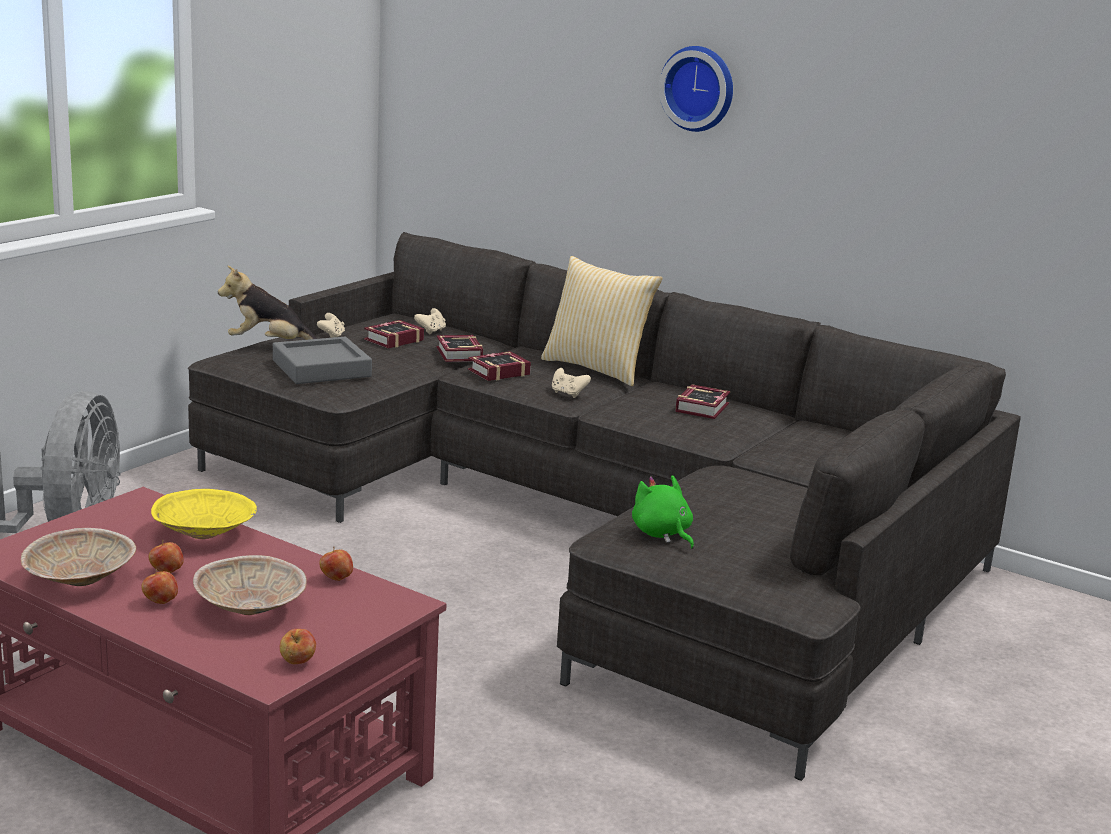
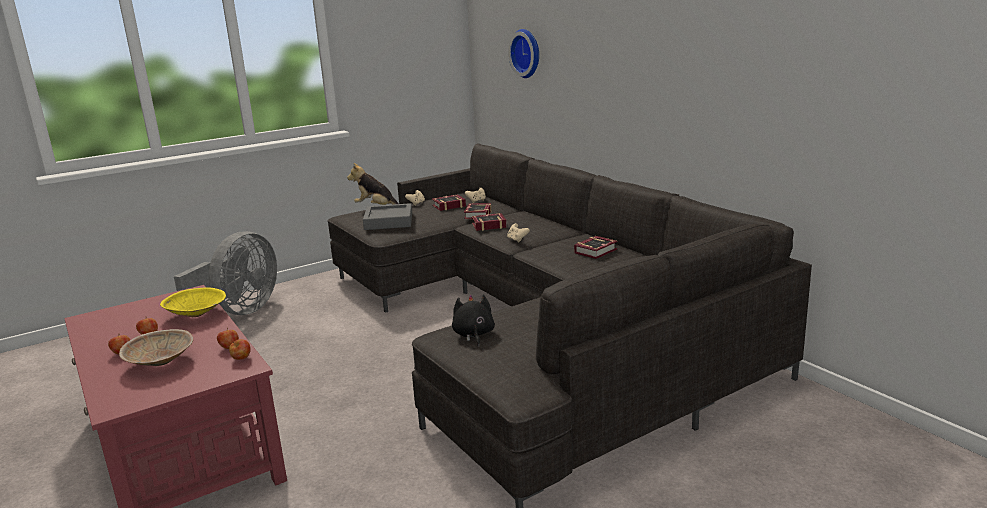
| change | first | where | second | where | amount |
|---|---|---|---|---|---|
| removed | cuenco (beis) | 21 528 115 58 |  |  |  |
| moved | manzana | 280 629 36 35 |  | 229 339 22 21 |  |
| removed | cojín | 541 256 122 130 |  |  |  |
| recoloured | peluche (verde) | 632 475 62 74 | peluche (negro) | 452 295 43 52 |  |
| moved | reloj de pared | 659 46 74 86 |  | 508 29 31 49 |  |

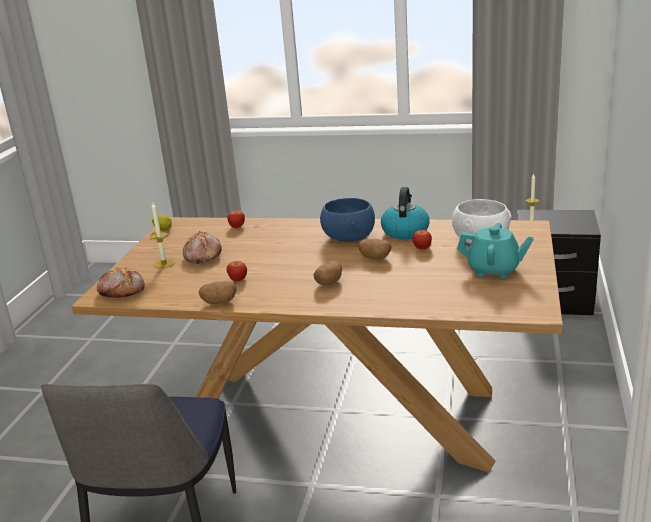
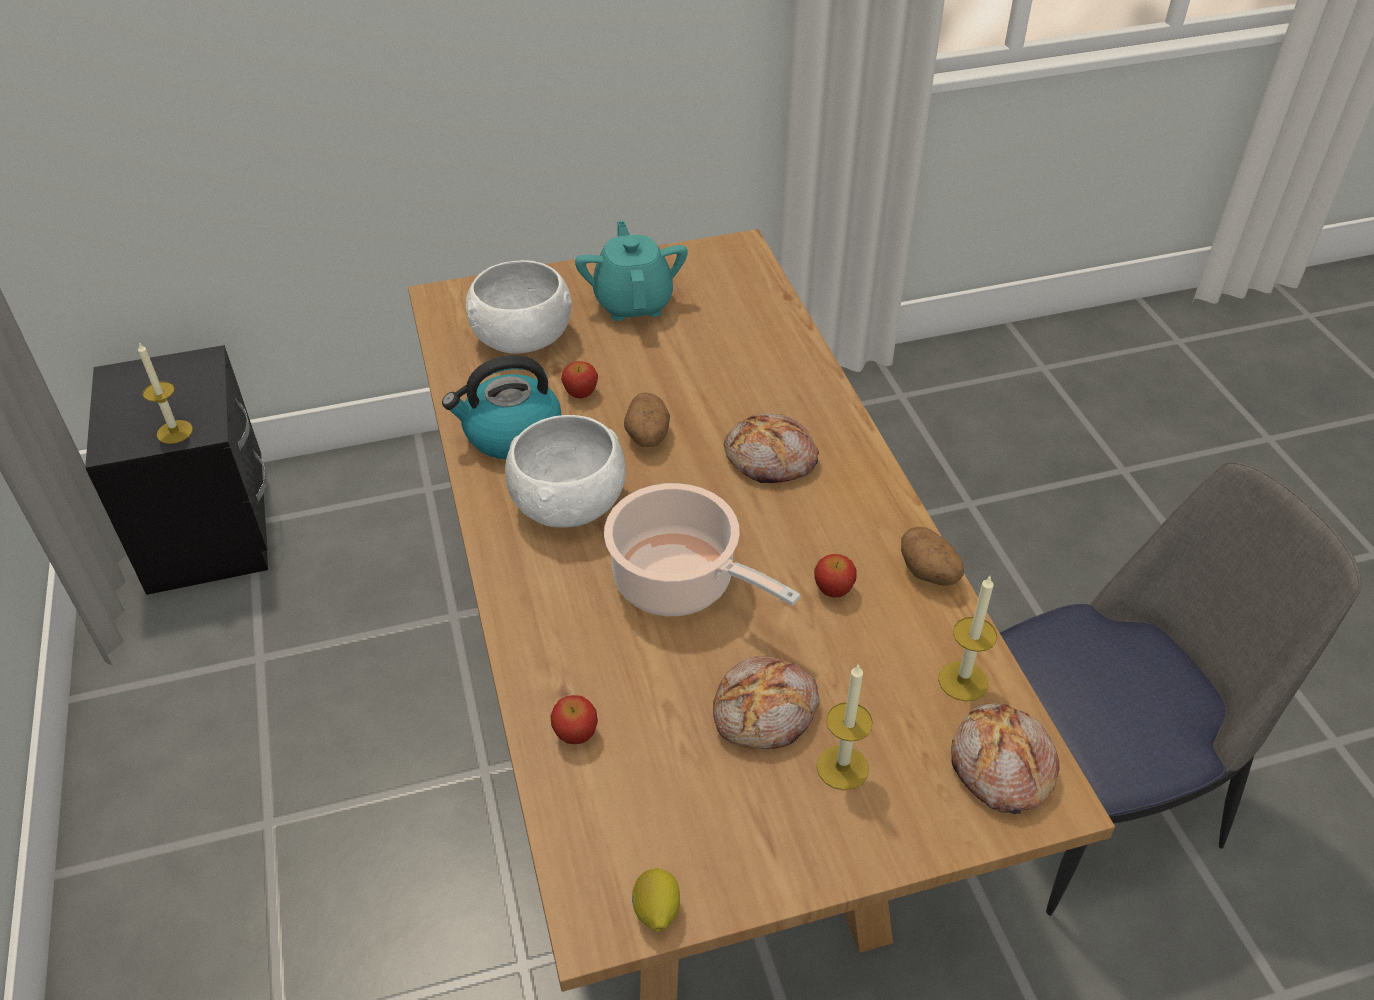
| change | first | where | second | where | amount |
|---|---|---|---|---|---|
| replaced | patata | 313 260 29 26 | pan | 724 413 95 70 |  |
| recoloured | cuenco (azul) | 320 198 55 44 | cuenco (blanco) | 505 415 121 113 |  |
| added |  |  | olla | 604 483 197 133 |  |
| added |  |  | vela | 938 576 59 126 |  |

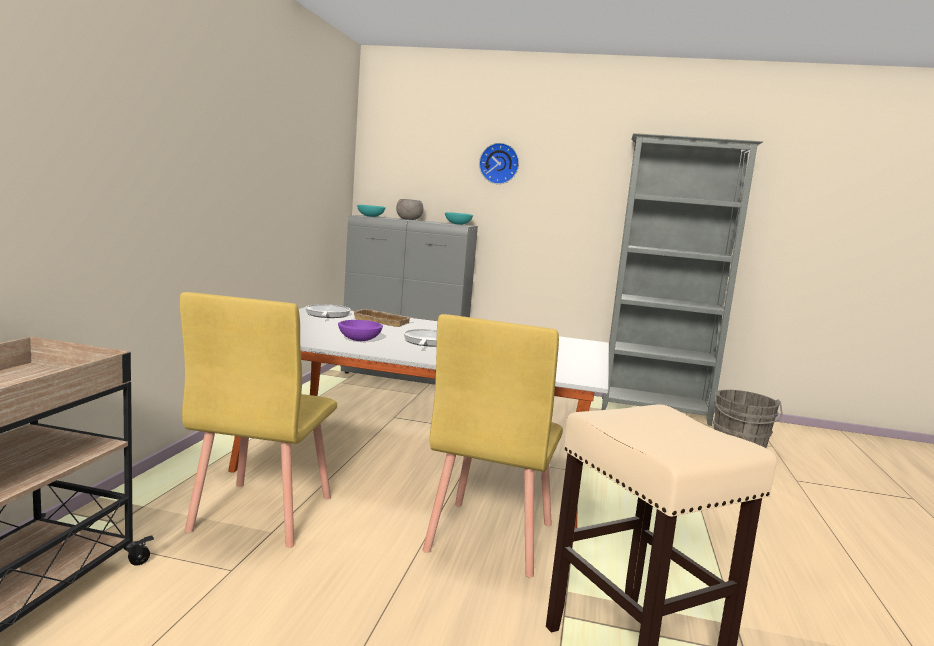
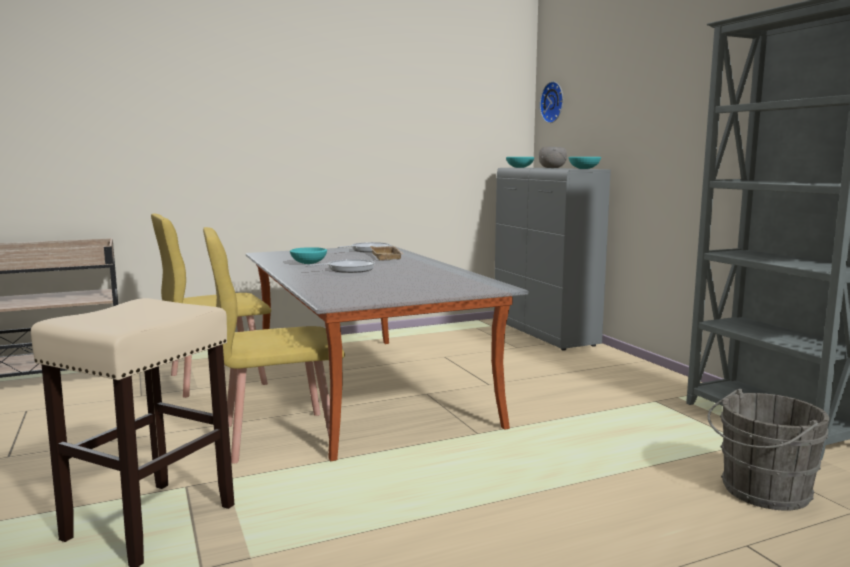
| change | first | where | second | where | amount |
|---|---|---|---|---|---|
| recoloured | cuenco (morado) | 338 320 45 21 | cuenco (turquesa) | 290 247 37 17 |  |
| moved | reloj de pared | 479 143 40 41 |  | 540 81 23 42 |  |

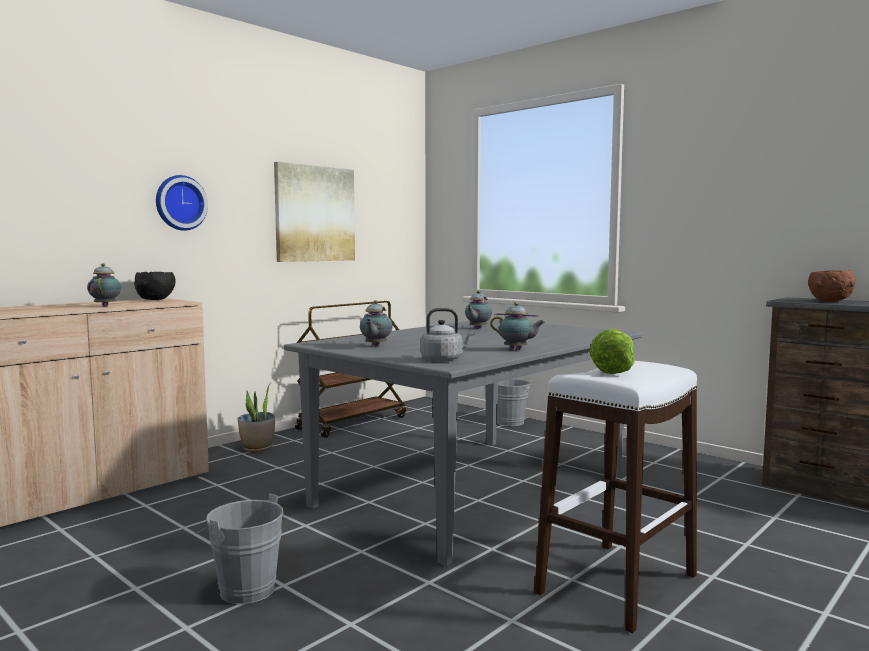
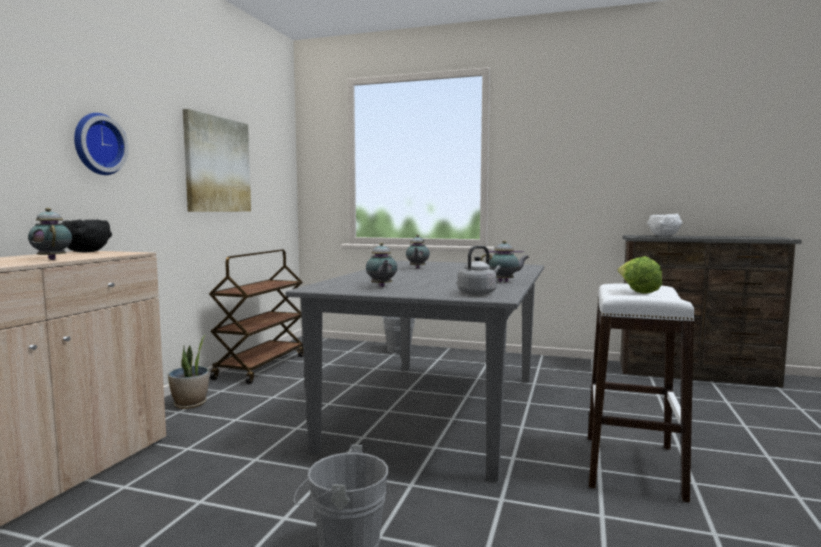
| change | first | where | second | where | amount |
|---|---|---|---|---|---|
| recoloured | cuenco (marrón) | 808 270 48 32 | cuenco (blanco) | 647 214 35 22 |  |

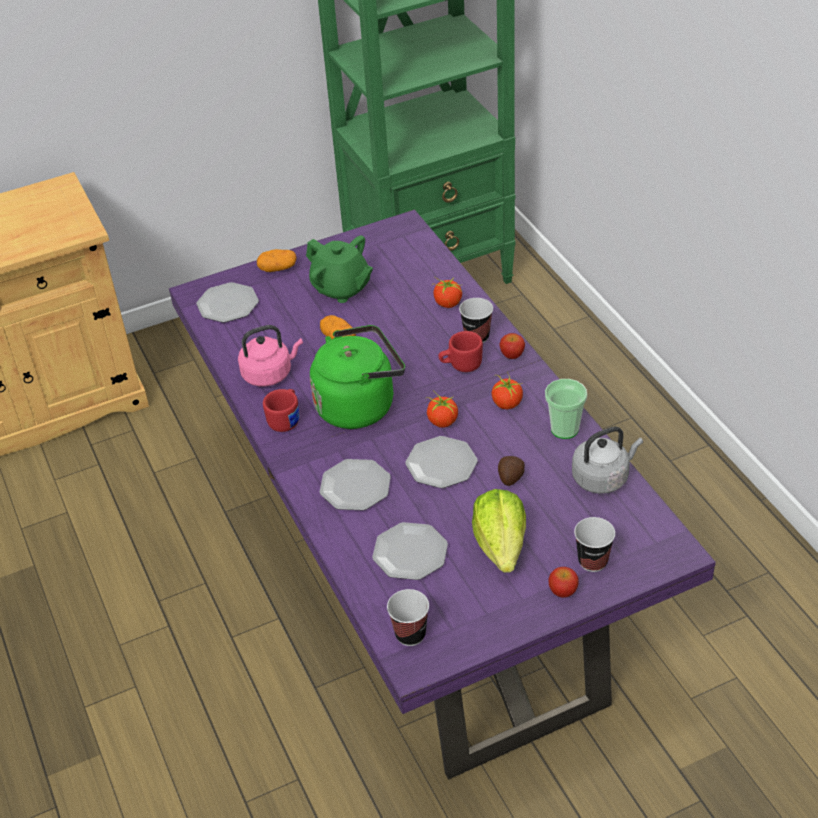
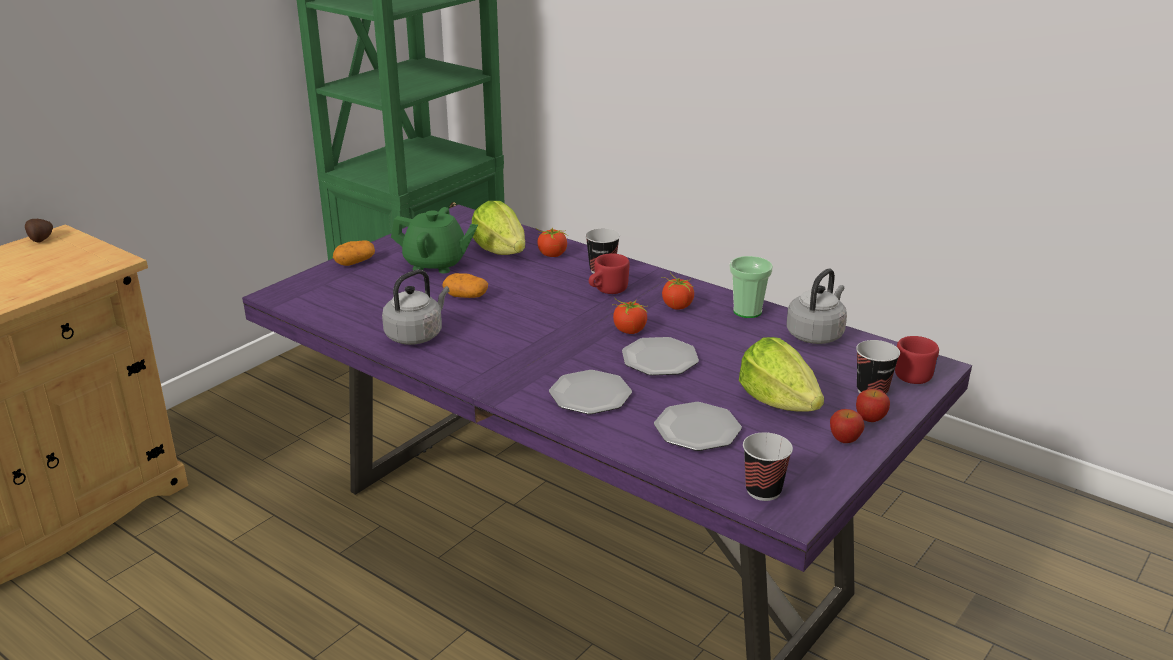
| change | first | where | second | where | amount |
|---|---|---|---|---|---|
| removed | plato | 196 282 63 41 |  |  |  |
| recoloured | hervidor (rosa) | 238 325 65 61 | hervidor (gris) | 382 269 67 76 |  |
| moved | taza grande (rojo) | 263 389 36 43 |  | 895 336 44 48 |  |
| removed | hervidor (verde) | 310 325 95 104 |  |  |  |
| moved | patata | 498 456 27 30 |  | 25 219 28 24 |  |
| moved | manzana | 500 333 25 26 |  | 830 409 35 34 |  |
| added |  |  | lechuga | 472 201 53 54 |  |

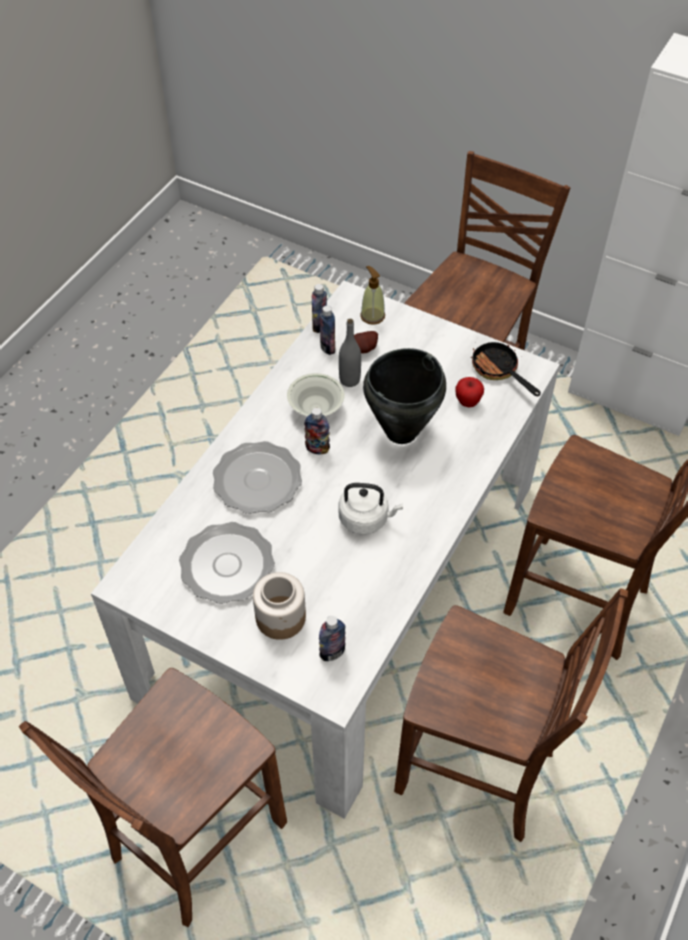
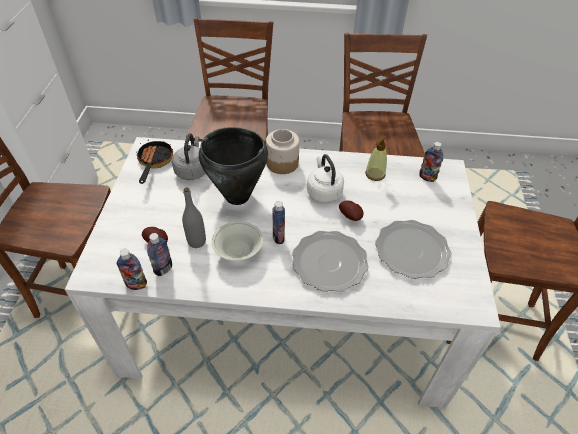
| change | first | where | second | where | amount |
|---|---|---|---|---|---|
| moved | tarro | 253 572 53 68 |  | 266 129 34 45 |  |
| moved | dispensador de jabón | 360 266 25 59 |  | 365 135 22 46 |  |
| replaced | manzana | 455 377 29 30 | hervidor (gris) | 172 133 34 47 |  |
| turned | sartén | 471 341 70 55 |  | 137 139 36 45 | 150 degrees clockwise |
| added |  |  | patata | 339 200 25 21 |  |

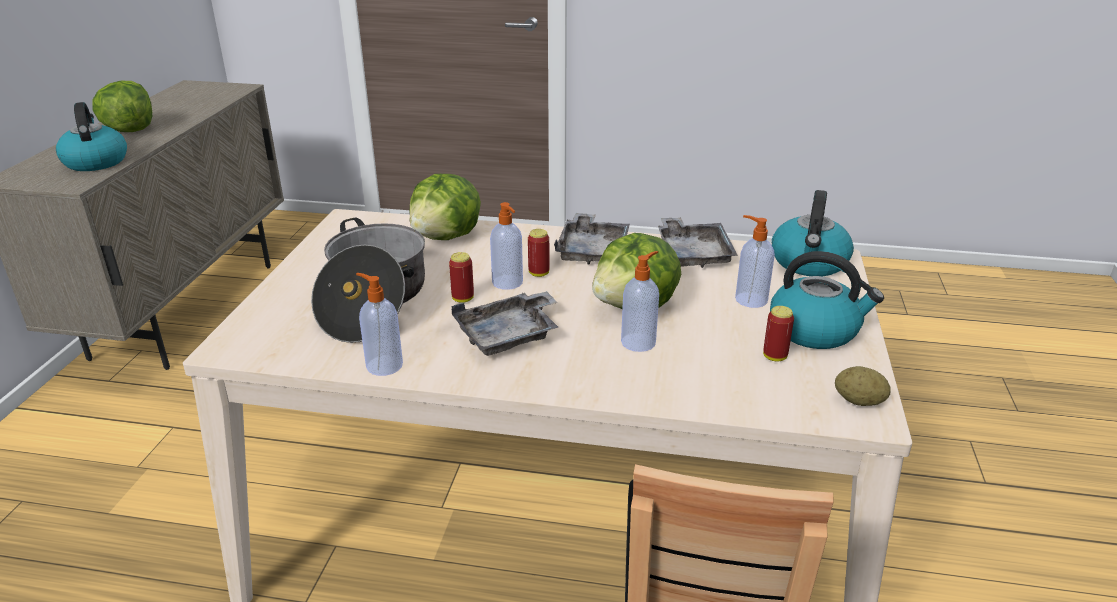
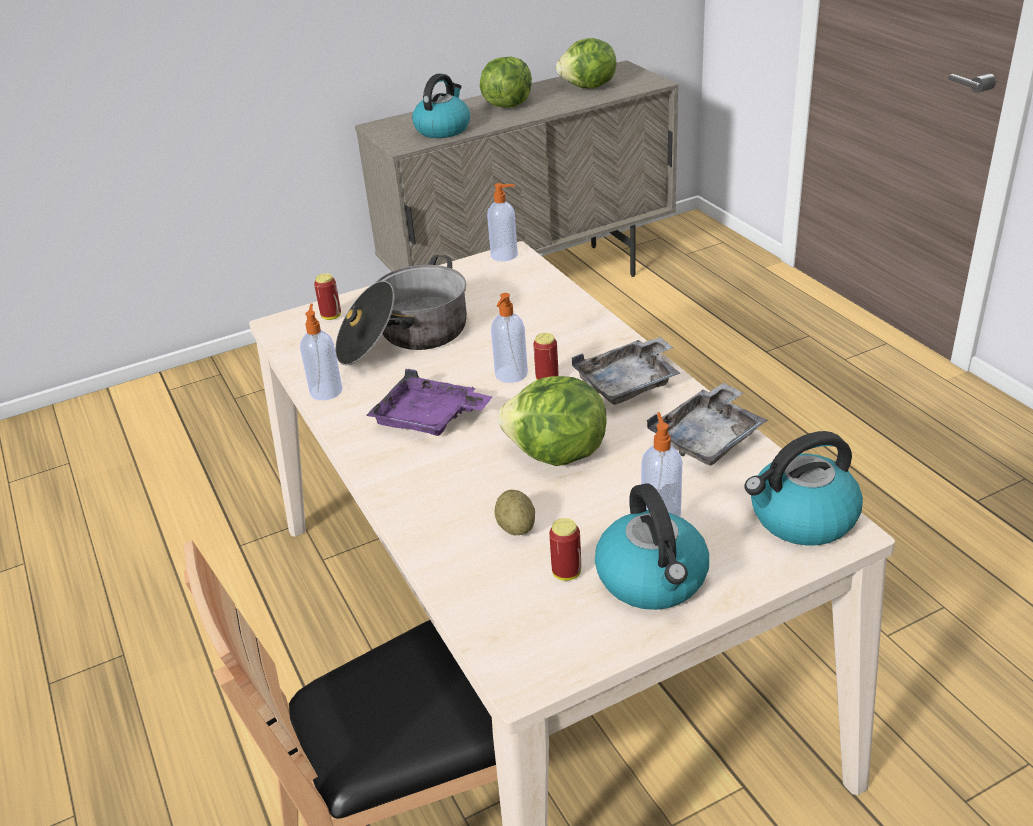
| change | first | where | second | where | amount |
|---|---|---|---|---|---|
| moved | lechuga | 410 174 71 66 |  | 556 38 60 51 |  |
| moved | lata | 449 252 25 51 |  | 314 273 27 47 |  |
| recoloured | bandeja (gris) | 452 291 106 65 | bandeja (morado) | 366 368 127 68 |  |
| moved | dispensador de jabón | 621 251 38 101 |  | 487 183 31 78 |  |
| moved | patata | 835 366 55 40 |  | 495 490 40 45 |  |

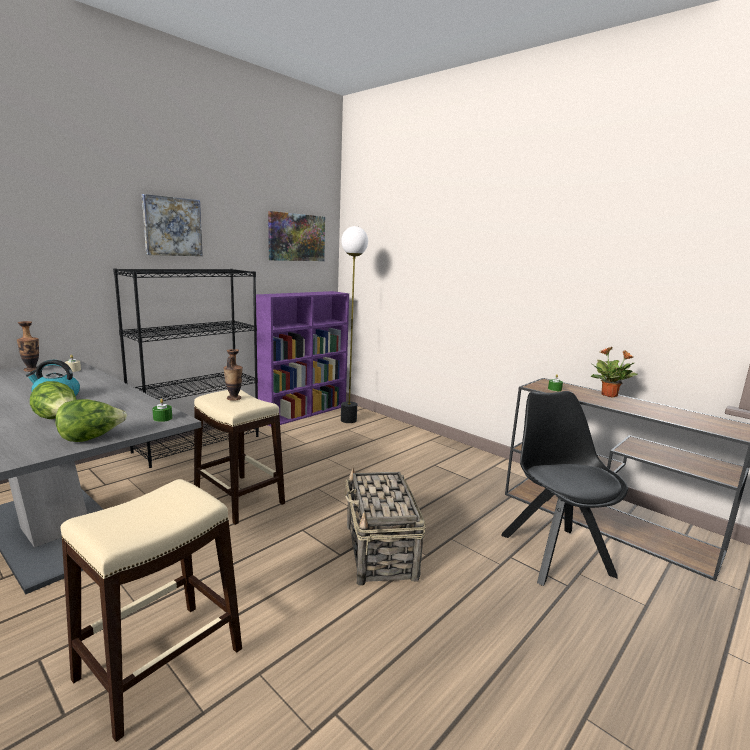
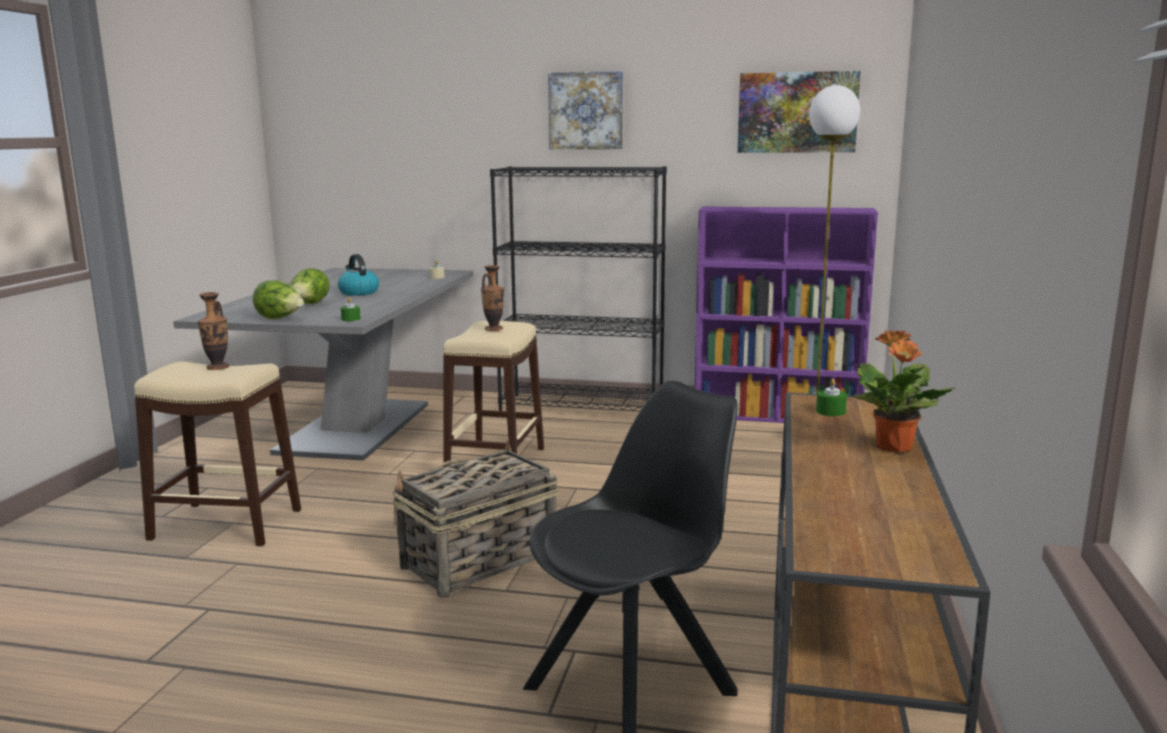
| change | first | where | second | where | amount |
|---|---|---|---|---|---|
| moved | florero | 17 321 22 51 |  | 198 292 31 78 |  |

